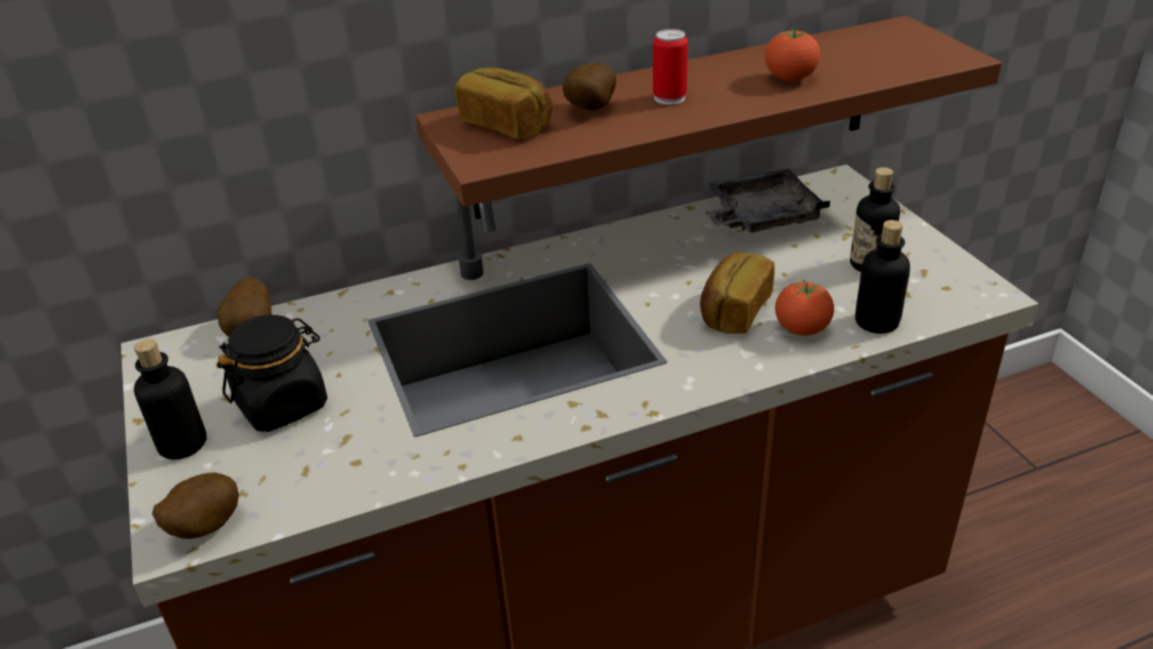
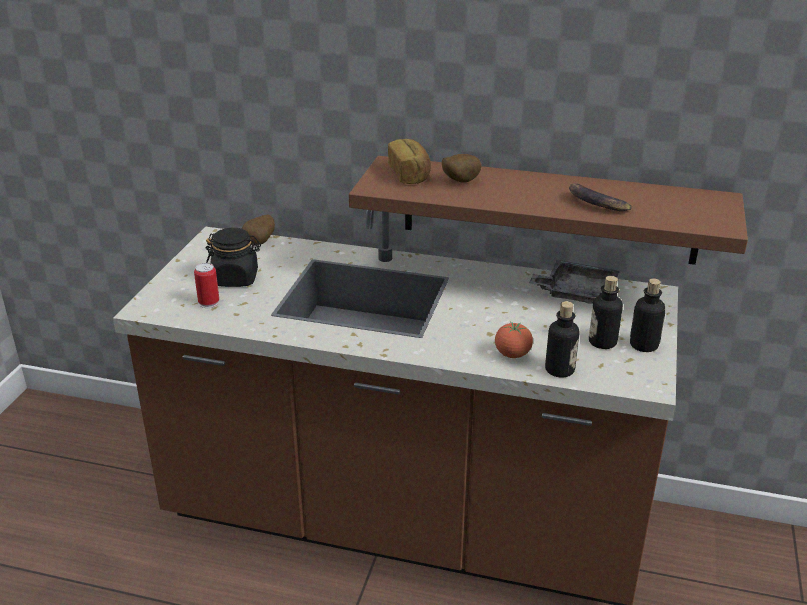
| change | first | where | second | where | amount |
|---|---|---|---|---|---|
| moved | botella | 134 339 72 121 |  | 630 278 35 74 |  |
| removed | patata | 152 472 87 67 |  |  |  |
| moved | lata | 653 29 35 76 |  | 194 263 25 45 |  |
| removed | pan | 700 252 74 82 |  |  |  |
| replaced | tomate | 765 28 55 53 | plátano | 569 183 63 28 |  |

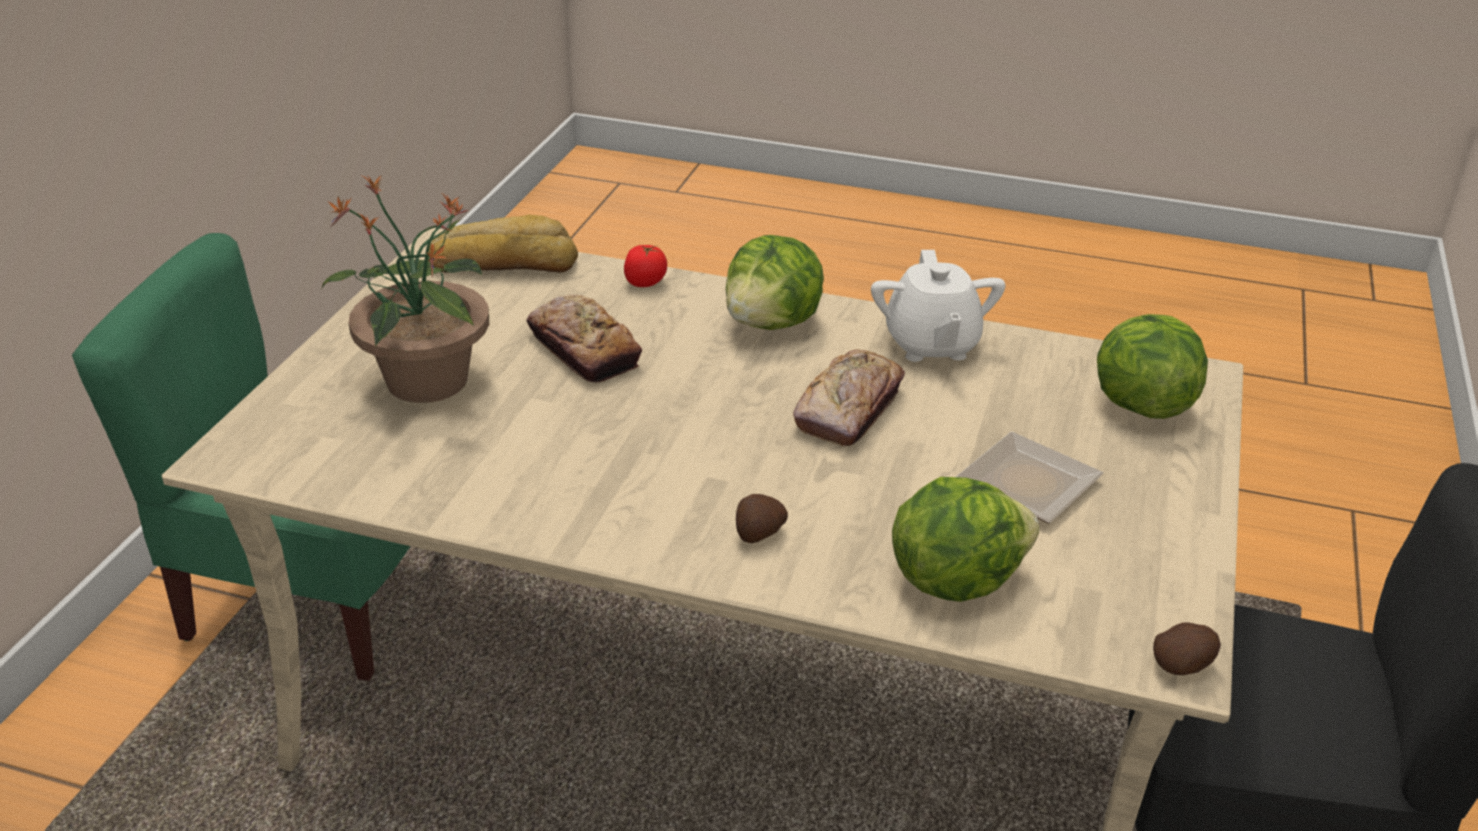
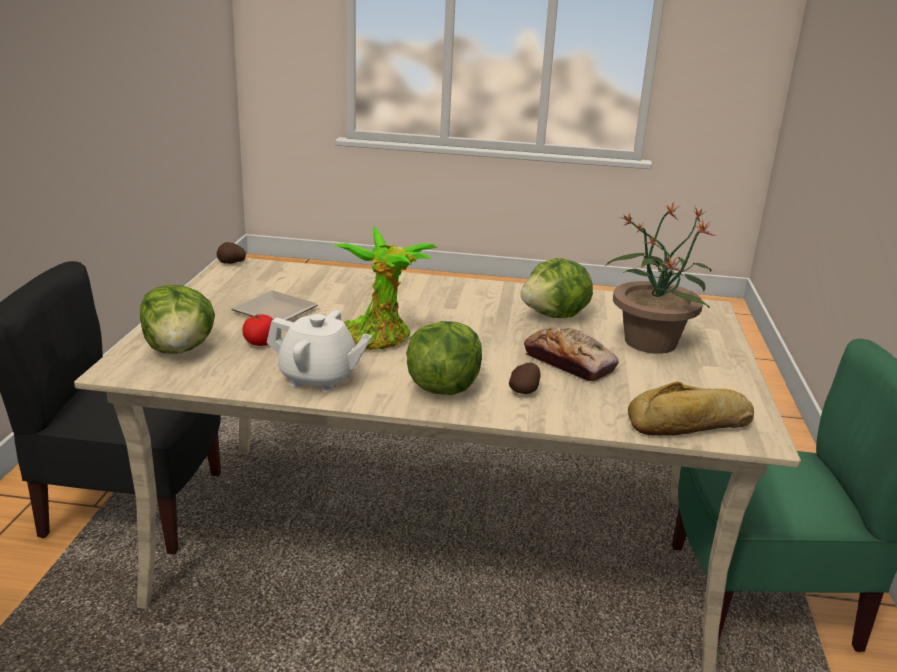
| change | first | where | second | where | amount |
|---|---|---|---|---|---|
| moved | tomate | 624 245 43 42 |  | 242 314 31 32 |  |
| moved | patata | 736 494 52 49 |  | 509 363 32 31 |  |
| replaced | pan | 793 349 112 97 | planta en maceta | 333 226 105 124 |  |
| turned | tetera (blanco) | 871 250 134 112 |  | 267 310 105 82 | 120 degrees clockwise |
| moved | lechuga | 892 477 147 125 |  | 521 258 72 60 |  |

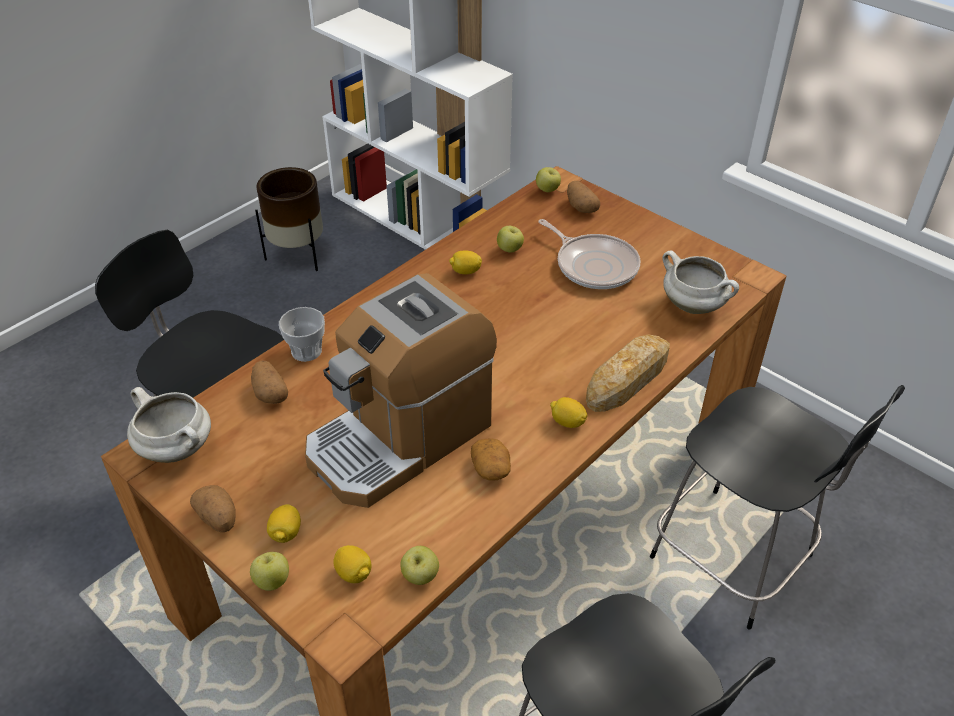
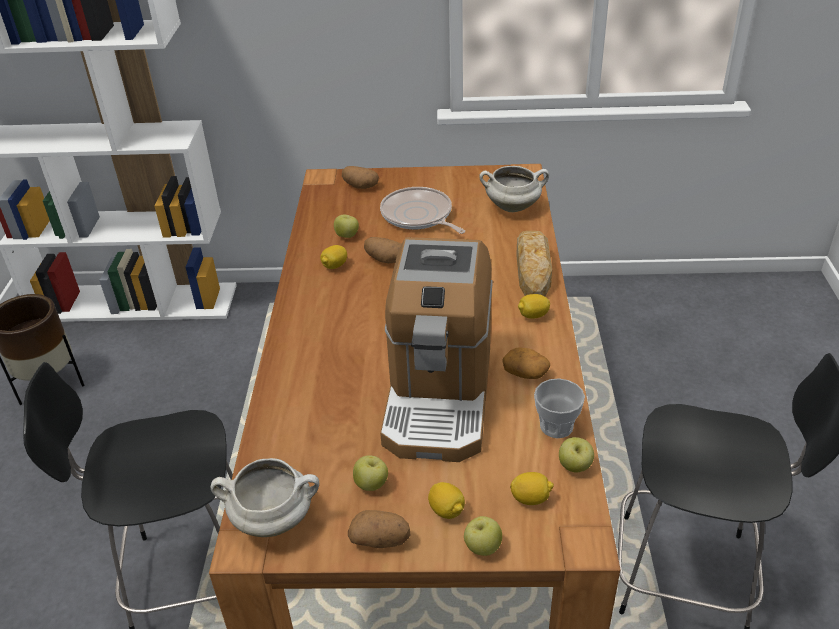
| change | first | where | second | where | amount |
|---|---|---|---|---|---|
| moved | patata | 251 361 37 43 |  | 364 237 37 26 |  |
| moved | taza | 279 307 46 55 |  | 534 378 51 60 |  |
| moved | manzana | 536 167 25 25 |  | 353 455 35 36 |  |
| turned | sartén | 538 219 102 70 |  | 380 187 85 47 | 135 degrees counterclockwise |
| removed | silla (negro) | 650 385 255 245 |  |  |  |

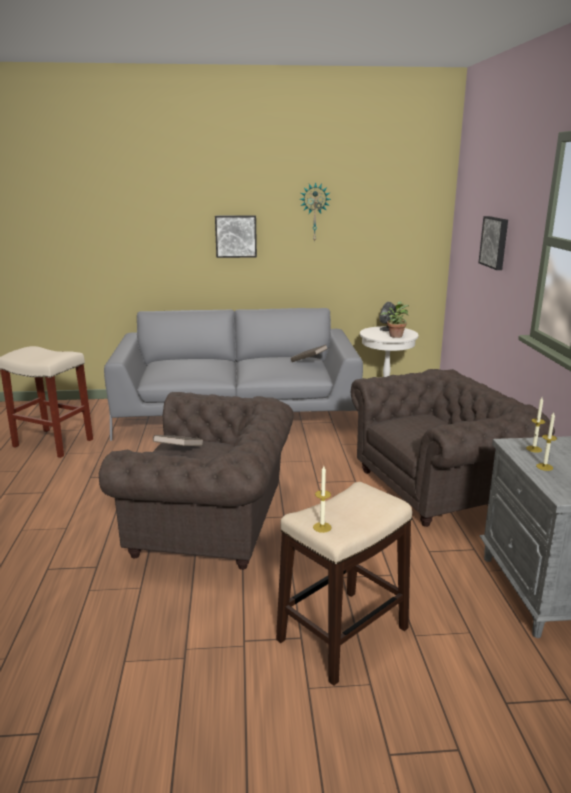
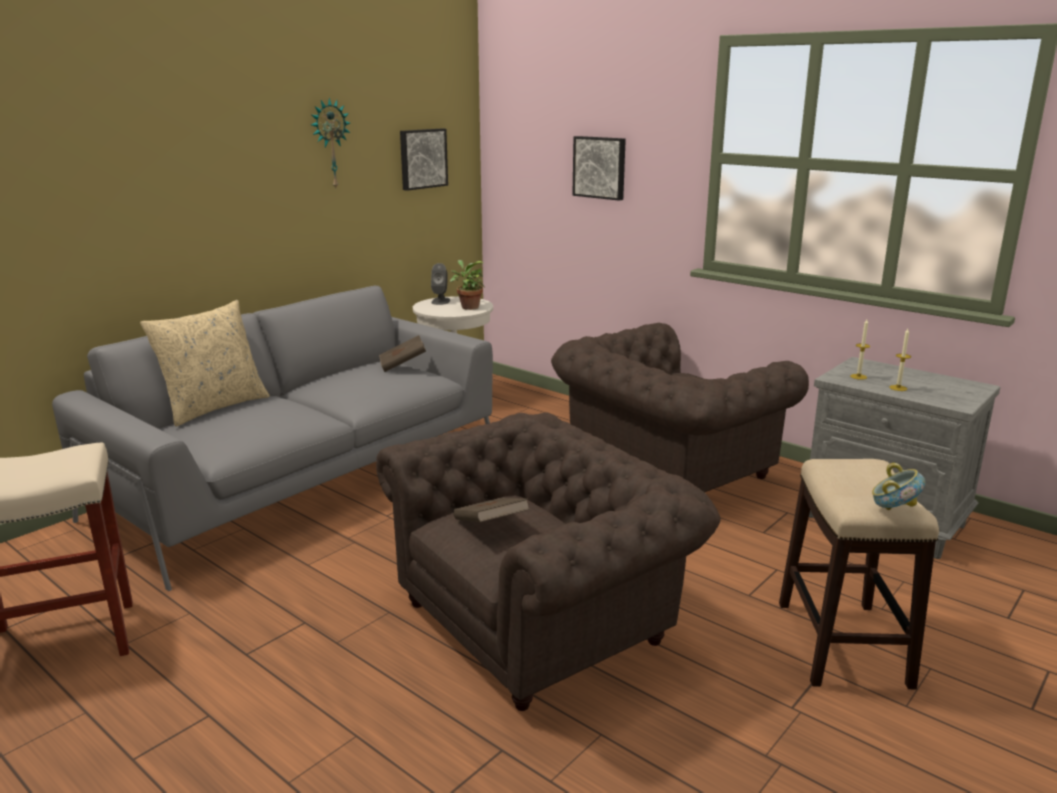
| change | first | where | second | where | amount |
|---|---|---|---|---|---|
| moved | cuadro | 215 215 42 43 |  | 400 129 48 62 |  |
| replaced | vela | 313 466 18 67 | cuenco | 872 463 53 47 |  |
| turned | sillón (marrón) | 351 369 204 158 |  | 551 323 258 169 | 150 degrees counterclockwise |
| added |  |  | cojín (beis) | 140 300 130 127 |  |

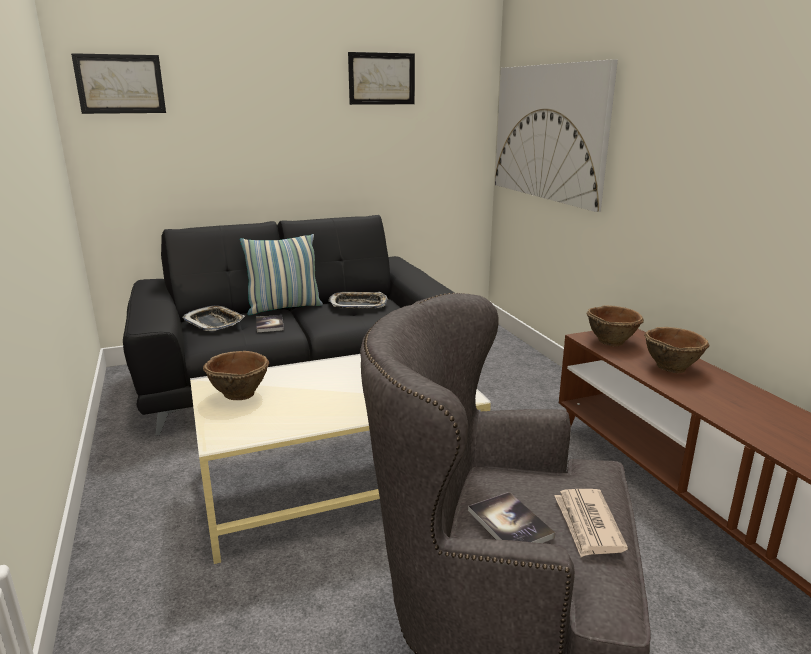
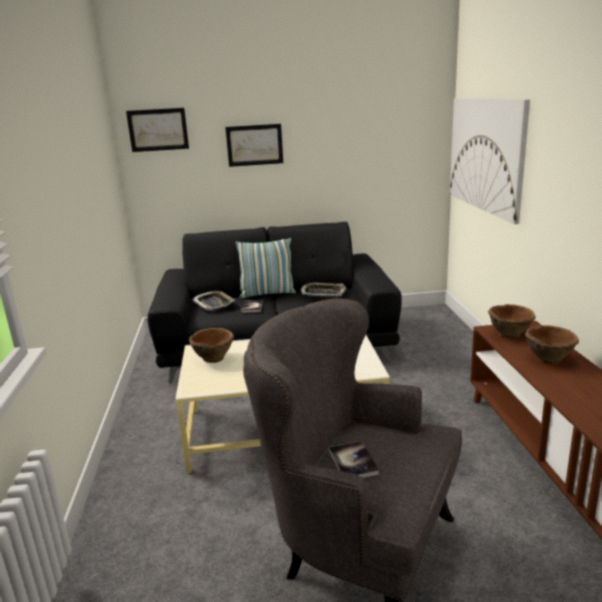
| change | first | where | second | where | amount |
|---|---|---|---|---|---|
| moved | cuadro | 348 52 67 53 |  | 225 124 58 43 |  |
| removed | periódico | 554 489 74 68 |  |  |  |

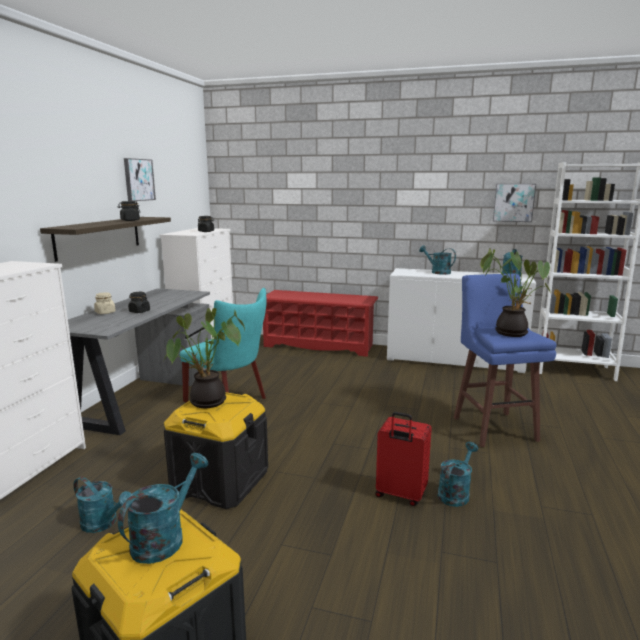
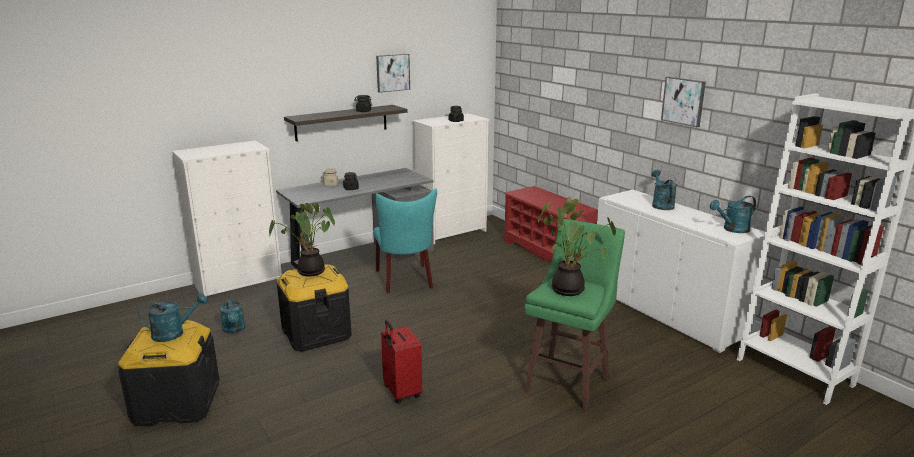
| change | first | where | second | where | amount |
|---|---|---|---|---|---|
| removed | regadera (turquesa) | 438 442 40 65 |  |  |  |
| recoloured | taburete (azul) | 454 274 102 173 | taburete (verde) | 524 219 101 194 |  |
| moved | cuadro | 493 184 43 38 |  | 661 77 45 50 |  |

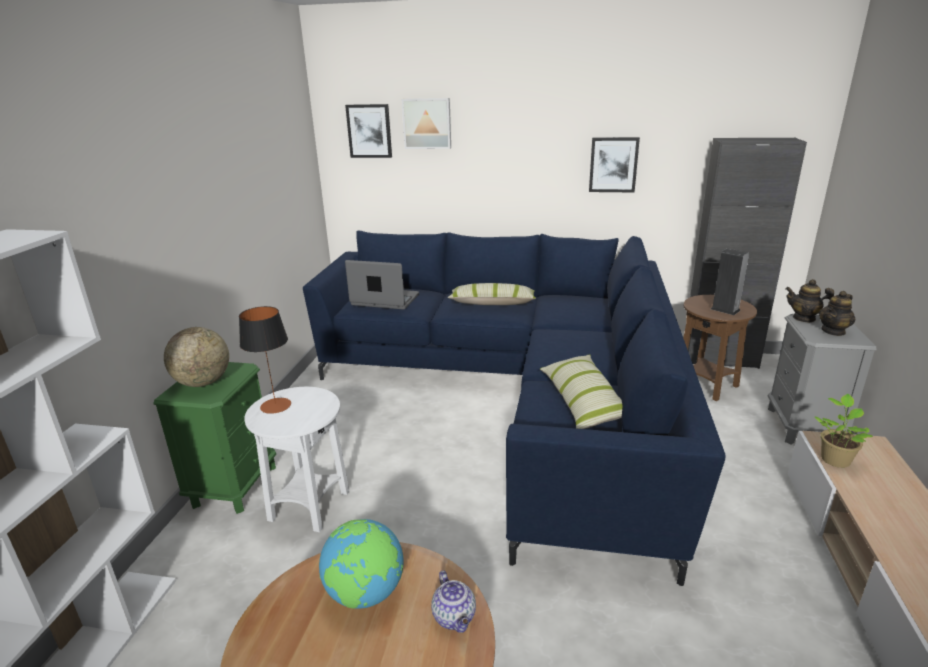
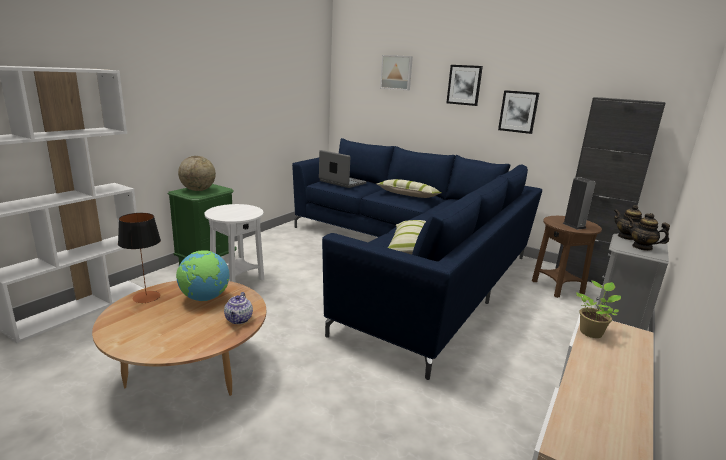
| change | first | where | second | where | amount |
|---|---|---|---|---|---|
| moved | lámpara de mesa | 239 306 52 108 |  | 118 213 43 90 |  |
| moved | cuadro | 345 104 47 54 |  | 446 65 37 41 |  |
| turned | tetera | 819 291 37 45 |  | 627 213 43 38 | 60 degrees clockwise |

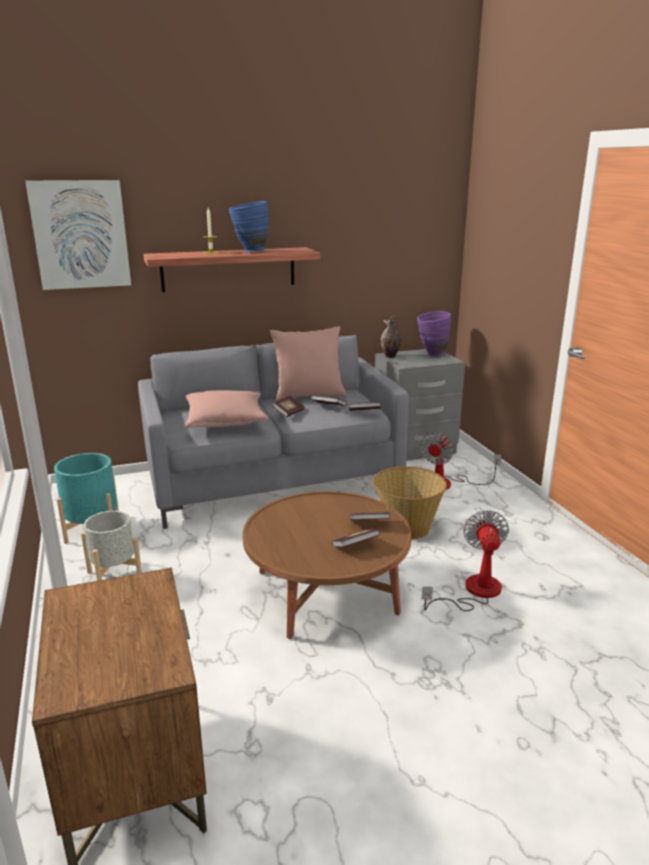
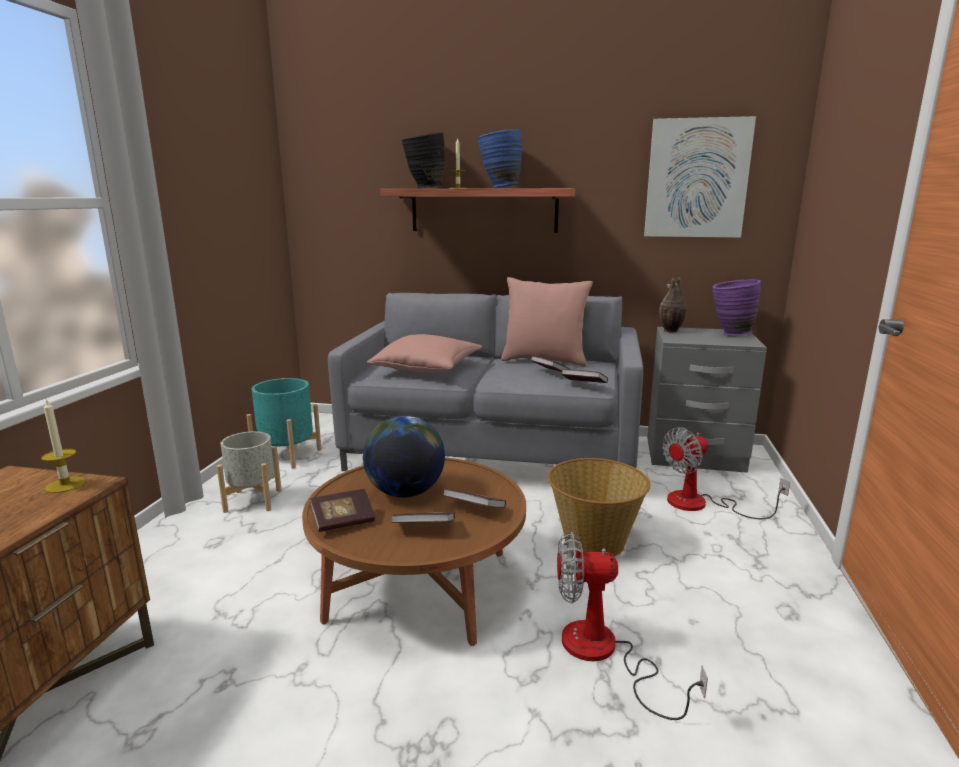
| change | first | where | second | where | amount |
|---|---|---|---|---|---|
| moved | cuadro | 25 180 106 110 |  | 644 116 112 122 |  |
| moved | libro | 272 395 33 22 |  | 309 489 66 43 |  |
| turned | ventilador | 422 510 87 101 |  | 557 531 151 189 | 120 degrees counterclockwise |
| added |  |  | vela | 41 399 44 94 |  |
| added |  |  | globo terráqueo | 363 416 82 82 |  |
| added |  |  | florero (negro) | 402 132 42 57 |  |

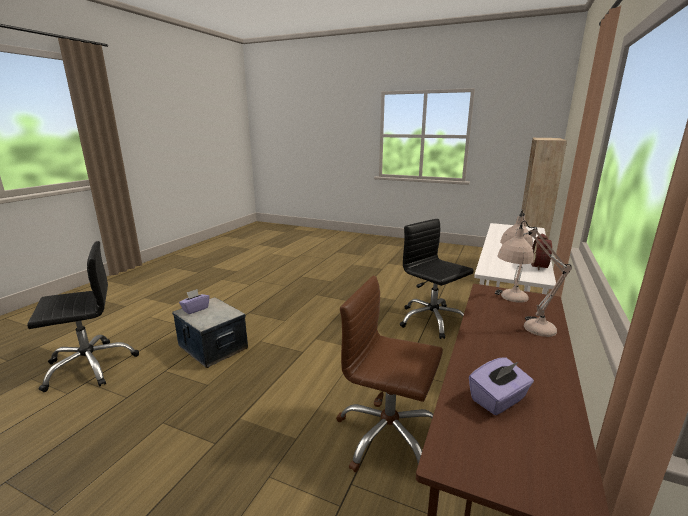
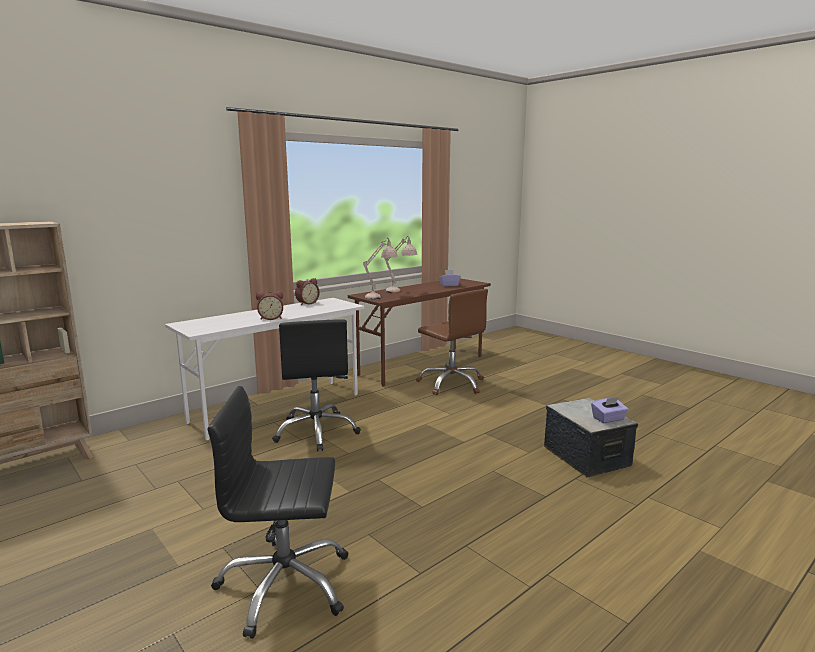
| change | first | where | second | where | amount |
|---|---|---|---|---|---|
| moved | silla de oficina (negro) | 27 241 112 151 |  | 208 386 141 253 |  |
| added |  |  | despertador | 256 291 27 29 |  |

